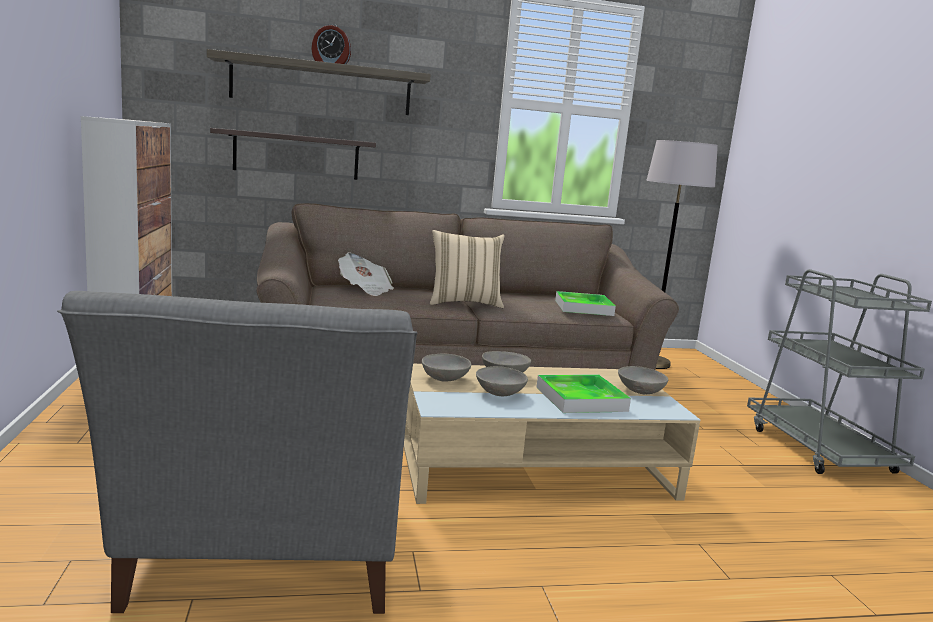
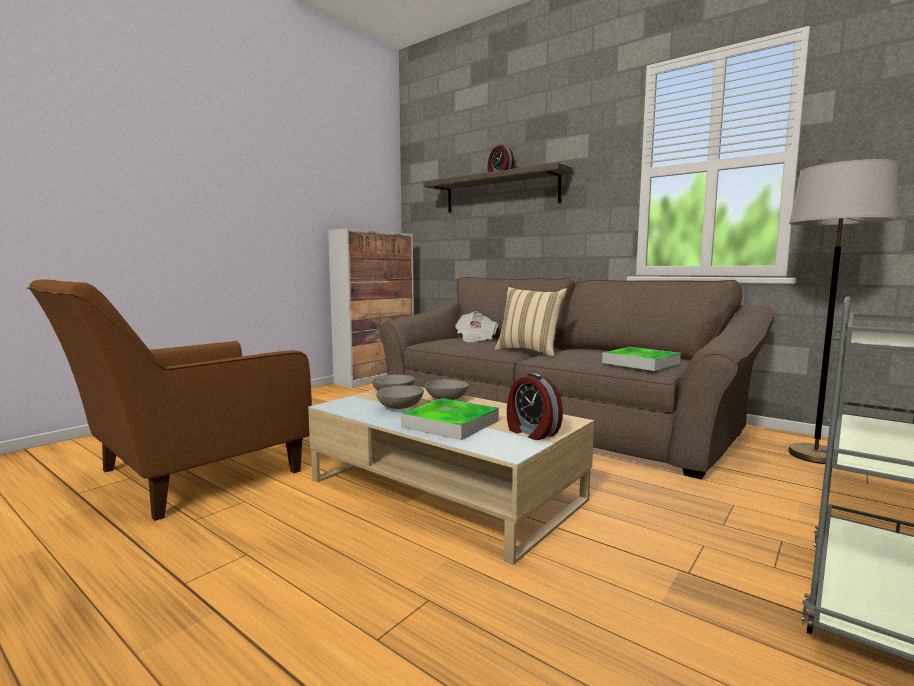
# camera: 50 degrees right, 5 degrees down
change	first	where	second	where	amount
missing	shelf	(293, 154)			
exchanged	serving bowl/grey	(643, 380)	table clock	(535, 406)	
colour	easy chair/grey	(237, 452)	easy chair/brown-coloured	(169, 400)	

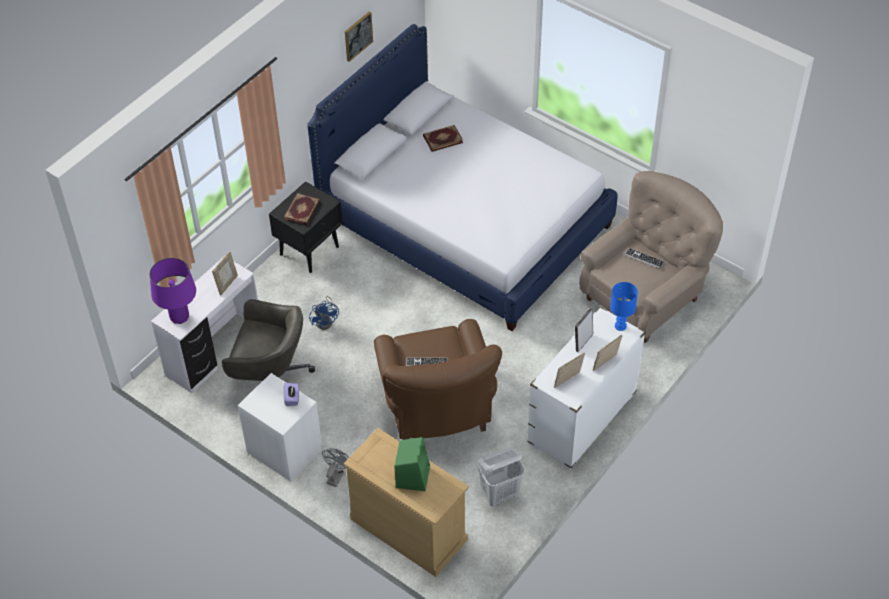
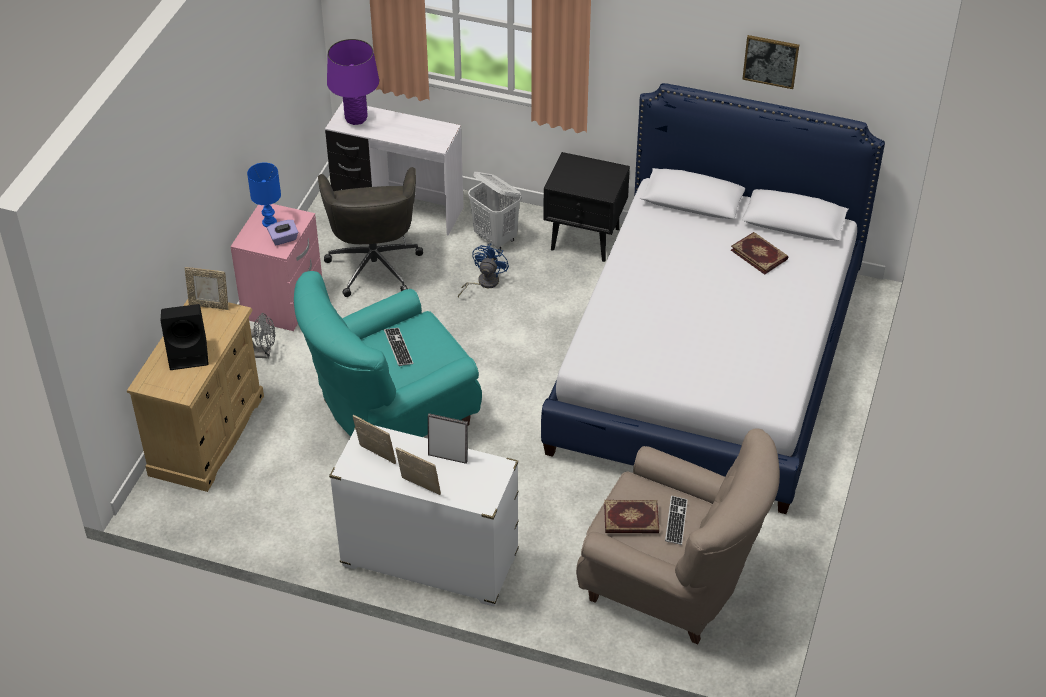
# camera: 70 degrees right, 5 degrees down
change	first	where	second	where	amount
relocated	picture frame	(225, 273)		(207, 288)	
relocated	volume	(302, 209)		(631, 516)	
relocated	washing basket/white	(501, 477)		(494, 210)	
relocated	lamp for a table/blue	(624, 306)		(264, 195)	
colour	bedside table/white	(280, 427)	bedside table/pinkish	(276, 267)	
colour	easy chair/brown-coloured	(438, 379)	easy chair/blue-green	(388, 354)	
colour	speaker/green-coloured	(412, 464)	speaker/blackish	(184, 337)	
spun	cooling fan/blue	(324, 313)		(483, 270)	150 degrees clockwise

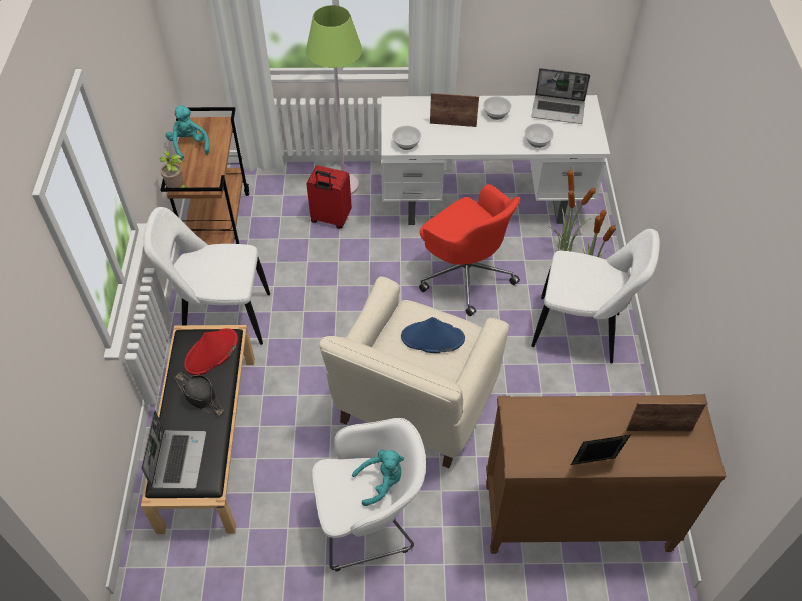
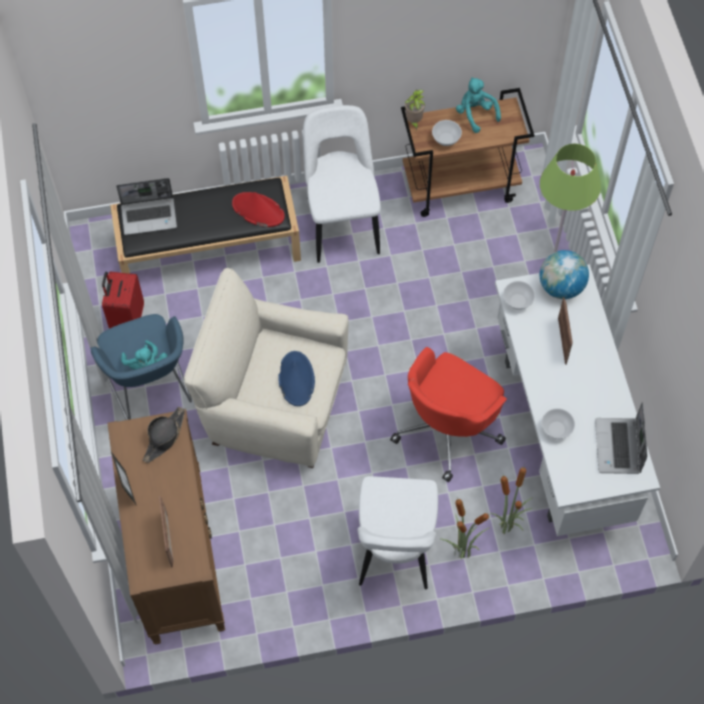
# camera: 80 degrees right, 10 degrees up
change	first	where	second	where	amount
appeared			world globe	(564, 274)	
relocated	hat/blackish	(199, 394)		(163, 435)	
relocated	piece of luggage/reddish	(329, 197)		(123, 300)	
relocated	serving bowl	(497, 108)		(447, 133)	
colour	easy chair/white	(369, 494)	easy chair/blue	(141, 367)	
spun	soft toy/blue-green	(187, 132)		(478, 105)	90 degrees counterclockwise

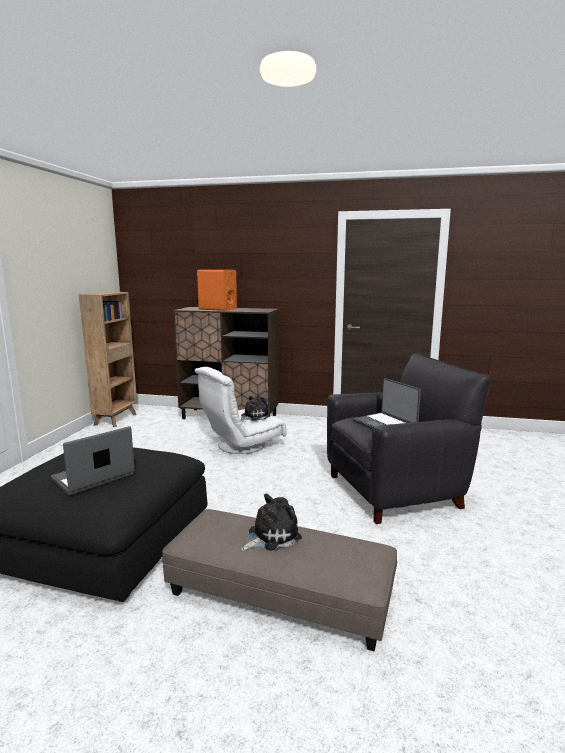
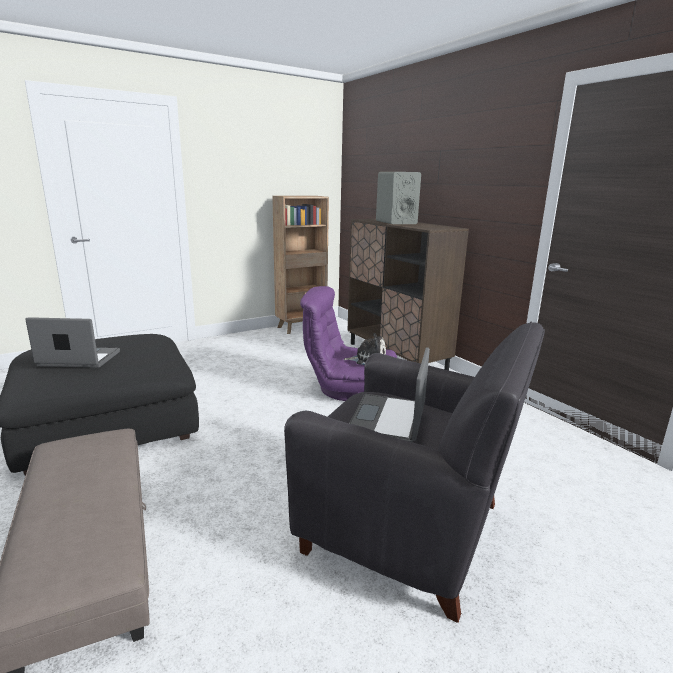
# camera: 45 degrees right, 5 degrees up
change	first	where	second	where	amount
missing	soft toy	(271, 522)			
colour	easy chair/white	(241, 410)	easy chair/purple-coloured	(348, 343)	
colour	speaker/orangey	(217, 290)	speaker/grey	(398, 198)	

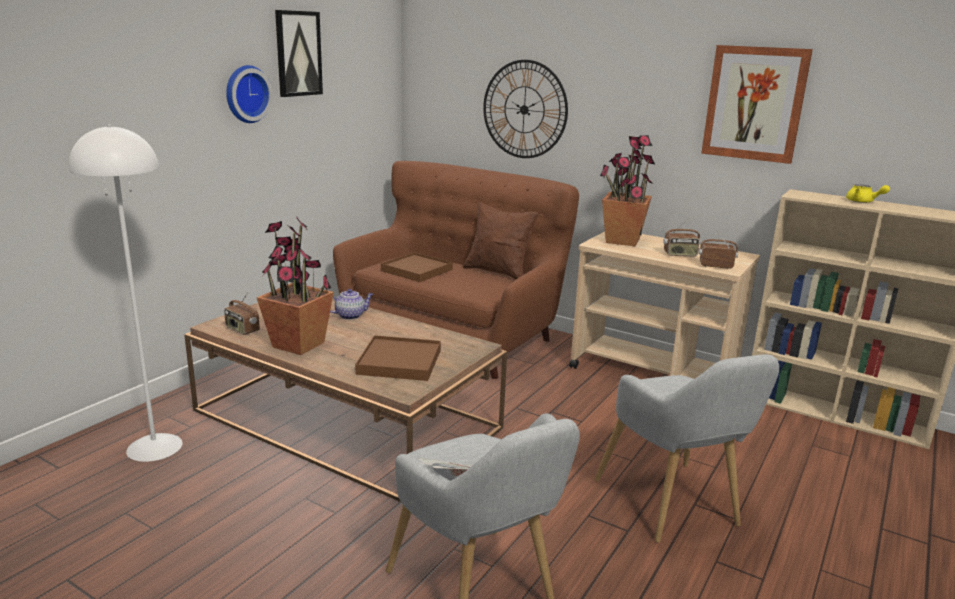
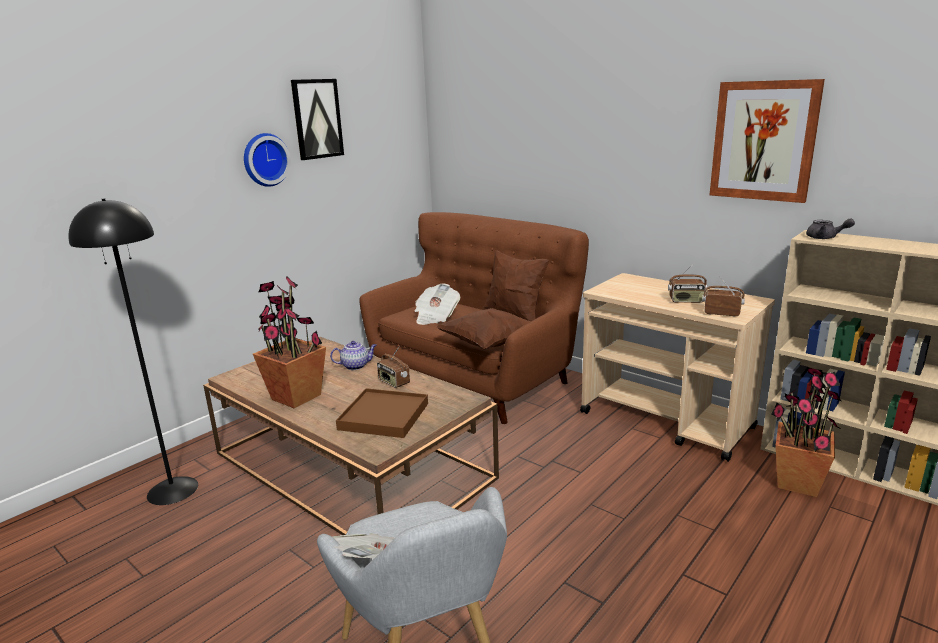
# camera: 10 degrees right, 0 degrees up
change	first	where	second	where	amount
missing	clock on the wall	(525, 109)			
missing	easy chair/grey	(687, 448)			
missing	tea pot/yellowish	(868, 193)			
appeared			cushion/brown-coloured	(483, 329)	
appeared			tea pot/grey	(830, 228)	
relocated	radio	(242, 313)		(393, 367)	
relocated	potted plant	(627, 191)		(806, 432)	
exchanged	carrying tray/brown-coloured	(417, 267)	daily paper	(437, 304)	
colour	floor lamp/white	(126, 293)	floor lamp/blackish	(133, 351)	

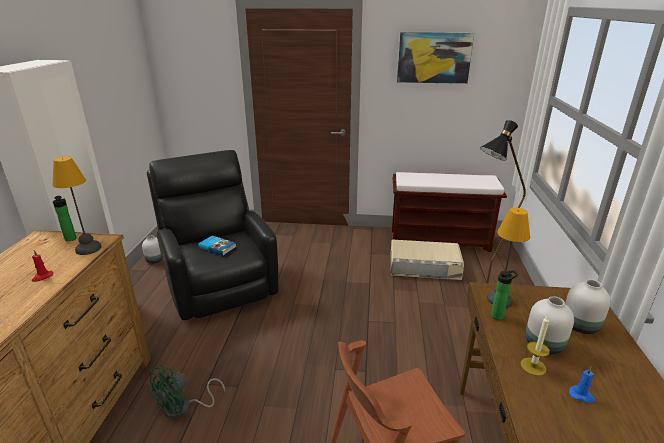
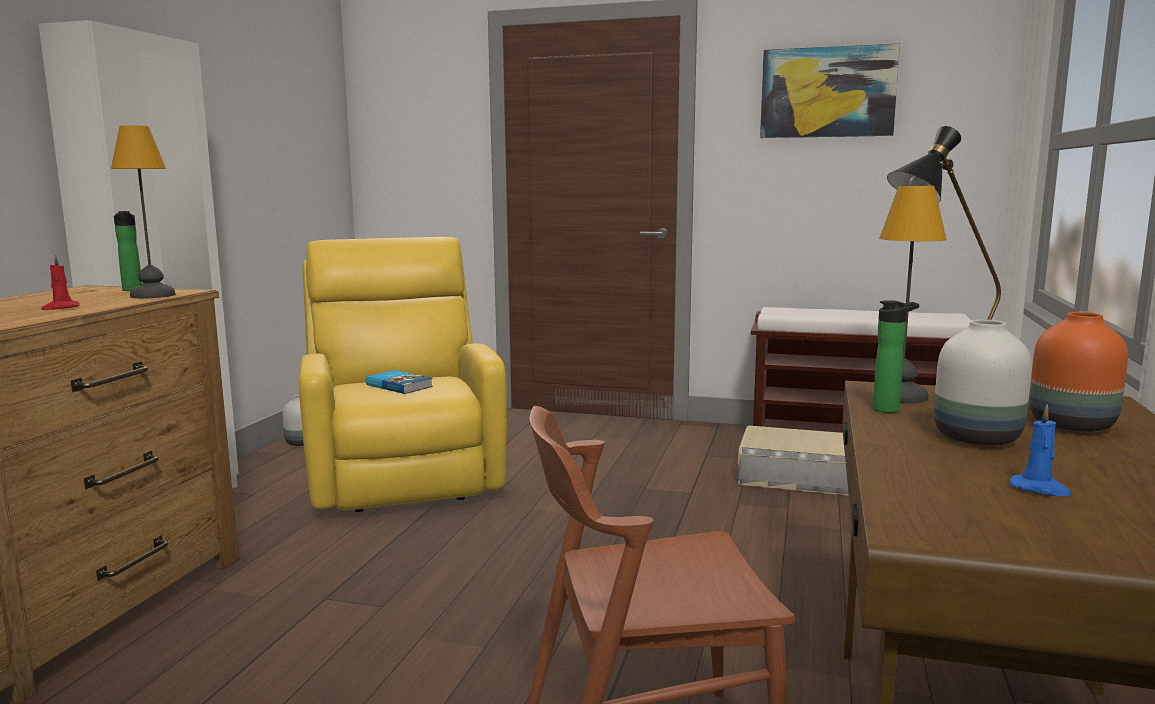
# camera: 10 degrees right, 15 degrees down
change	first	where	second	where	amount
missing	cooling fan/green-coloured	(186, 392)			
missing	wax candle	(535, 345)			
colour	easy chair/blackish	(212, 235)	easy chair/yellowish	(403, 374)	
colour	decorative vase/white	(588, 306)	decorative vase/orangey	(1078, 372)	

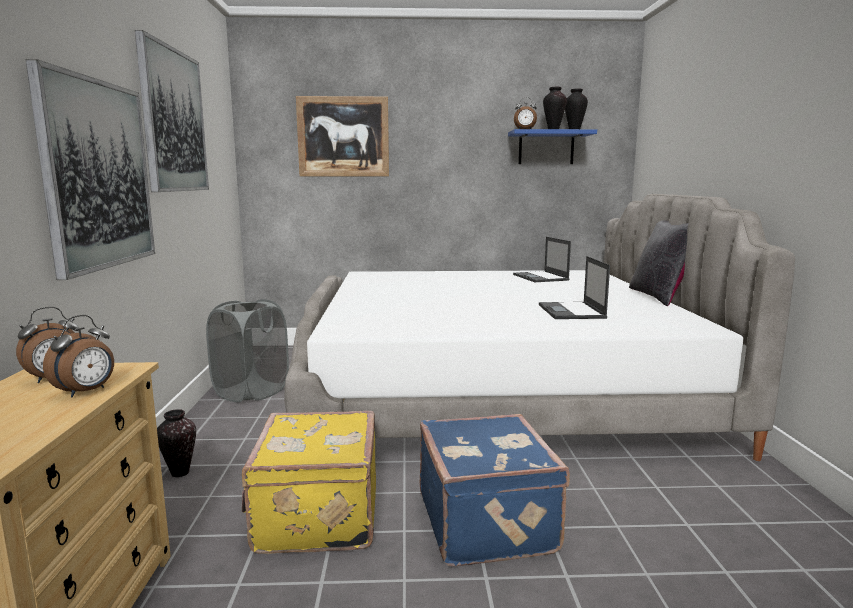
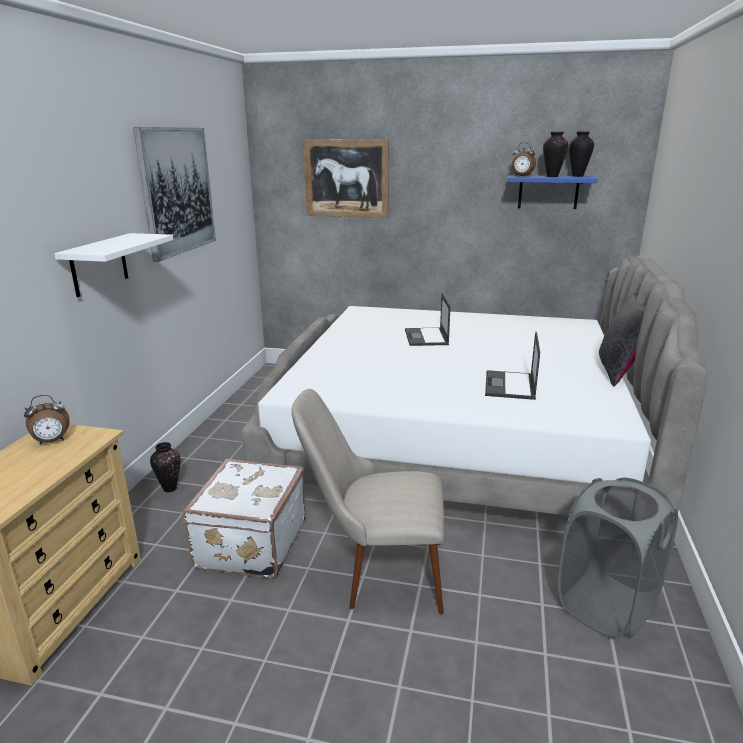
# camera: 15 degrees right, 10 degrees up
change	first	where	second	where	amount
missing	table clock	(78, 356)			
relocated	washing basket/grey	(247, 351)		(617, 558)	
relocated	laptop	(542, 259)		(428, 319)	
exchanged	wall art	(90, 169)	shelf/white	(114, 265)	
exchanged	piece of luggage/blue	(495, 490)	upright chair/sand-coloured	(368, 502)	
colour	piece of luggage/yellowish	(309, 482)	piece of luggage/white	(244, 519)	

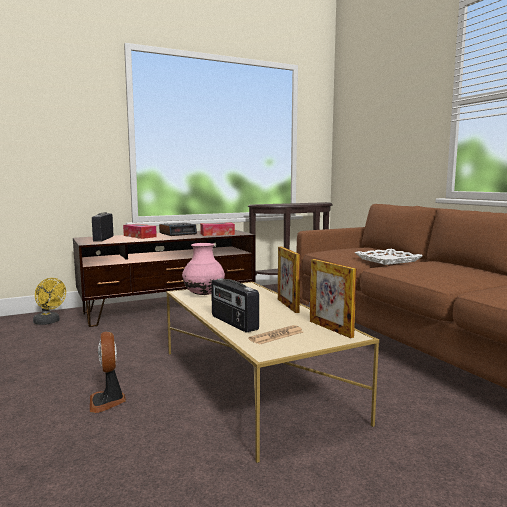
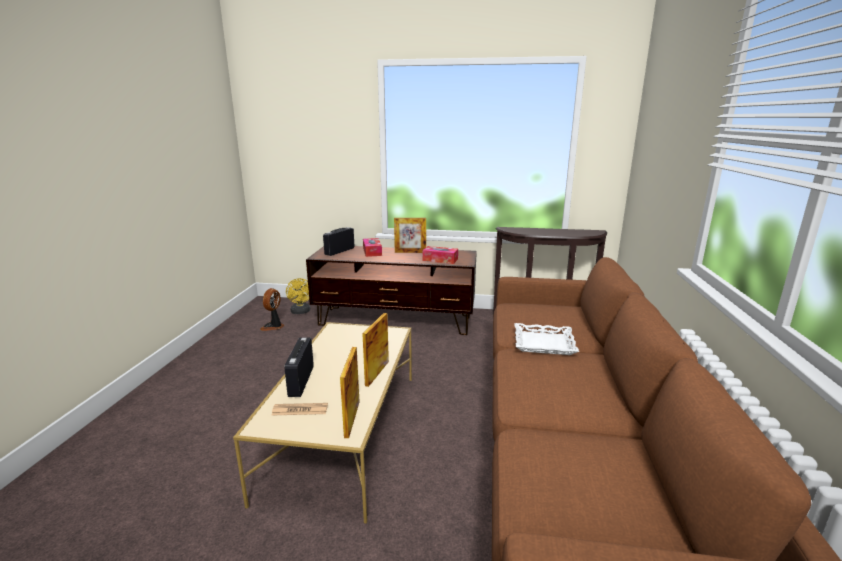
# camera: 35 degrees right, 10 degrees up
change	first	where	second	where	amount
missing	decorative vase/pinkish	(203, 269)			
relocated	cooling fan	(108, 372)		(272, 309)	
exchanged	table clock	(178, 229)	picture frame	(410, 235)	

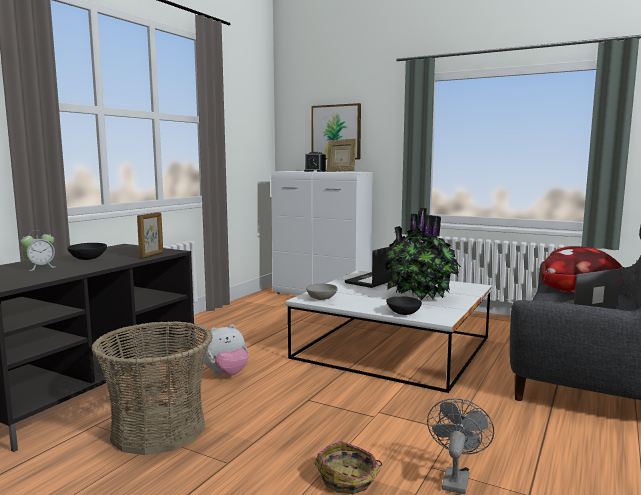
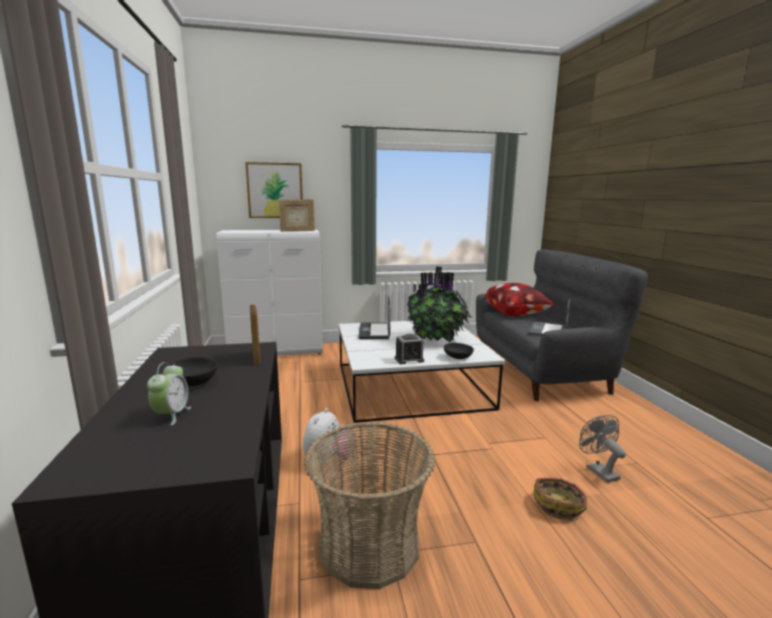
# camera: 40 degrees left, 5 degrees up
change	first	where	second	where	amount
missing	serving bowl/grey	(322, 292)			
relocated	table clock	(315, 162)		(409, 349)	

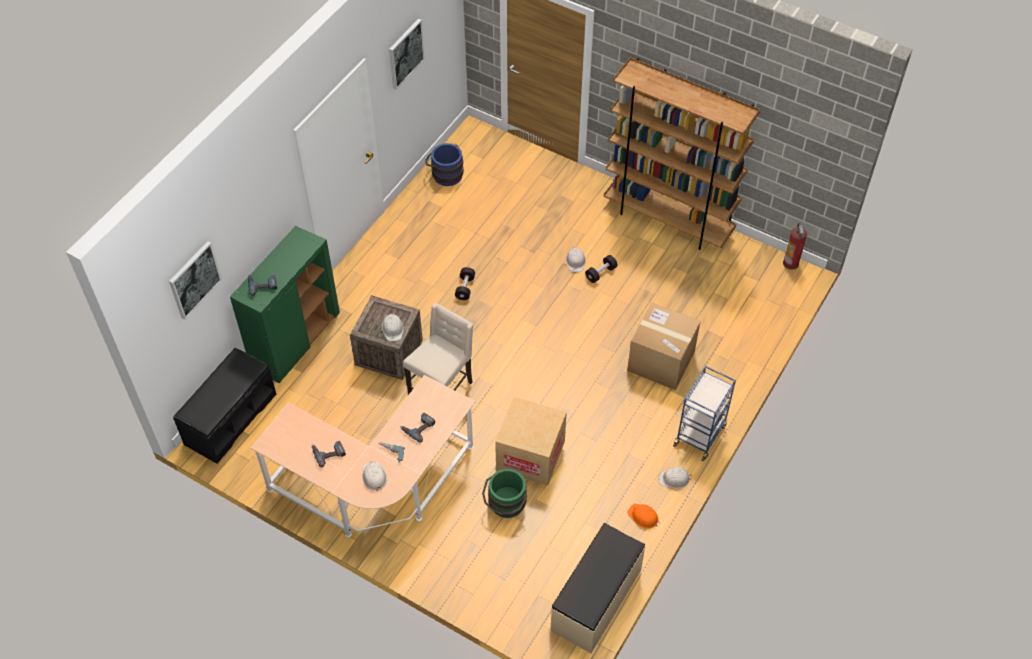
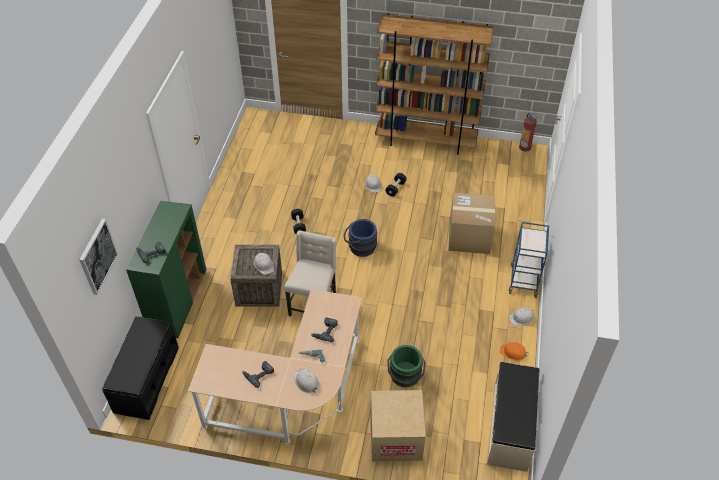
# camera: 20 degrees left, 5 degrees down
change	first	where	second	where	amount
missing	wall art	(407, 54)			
relocated	pail/blue	(444, 164)		(360, 238)	
relocated	cardboard box	(531, 441)		(398, 425)	

